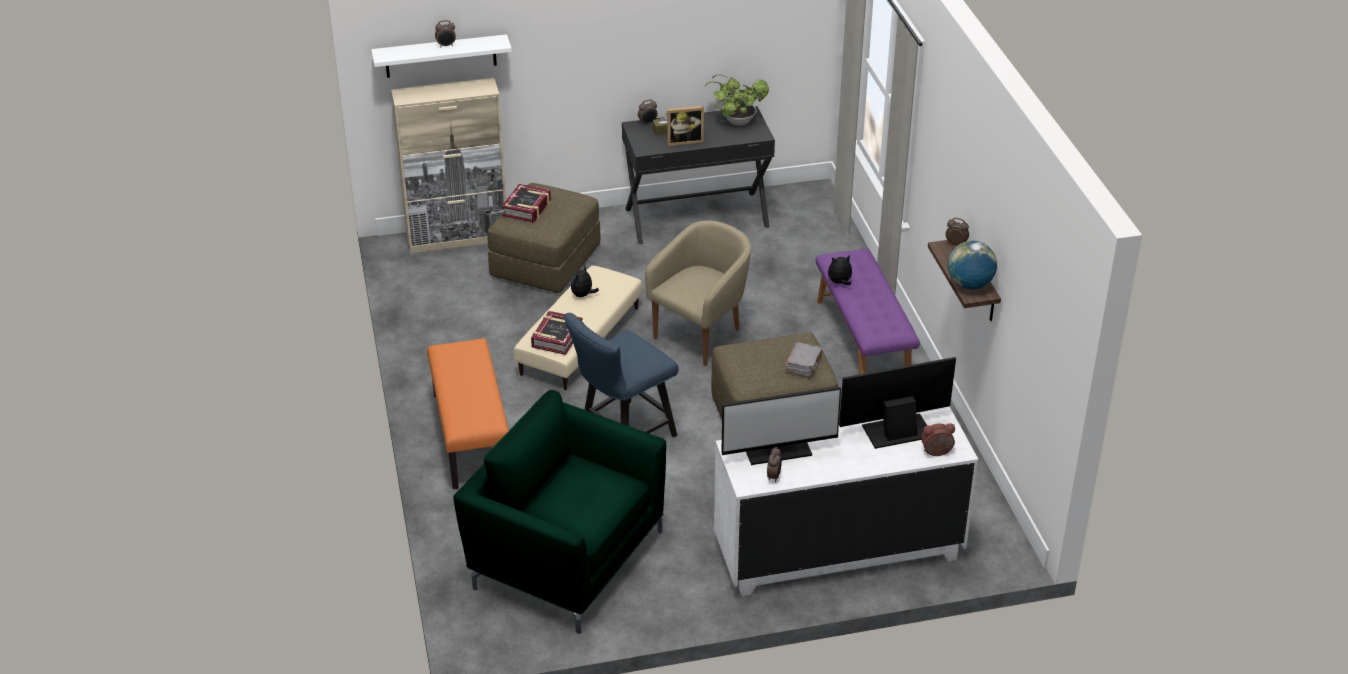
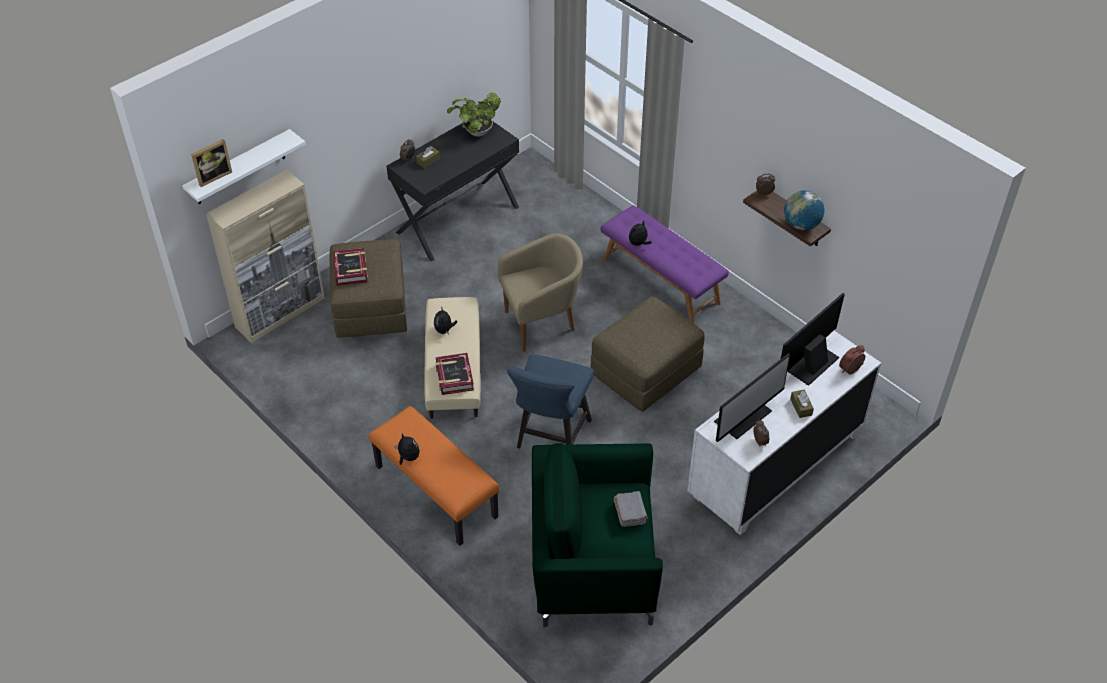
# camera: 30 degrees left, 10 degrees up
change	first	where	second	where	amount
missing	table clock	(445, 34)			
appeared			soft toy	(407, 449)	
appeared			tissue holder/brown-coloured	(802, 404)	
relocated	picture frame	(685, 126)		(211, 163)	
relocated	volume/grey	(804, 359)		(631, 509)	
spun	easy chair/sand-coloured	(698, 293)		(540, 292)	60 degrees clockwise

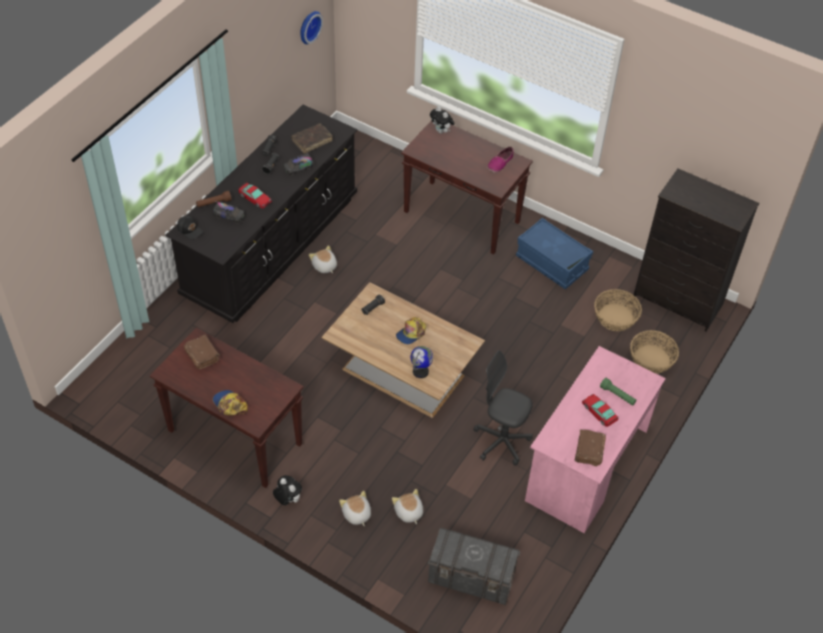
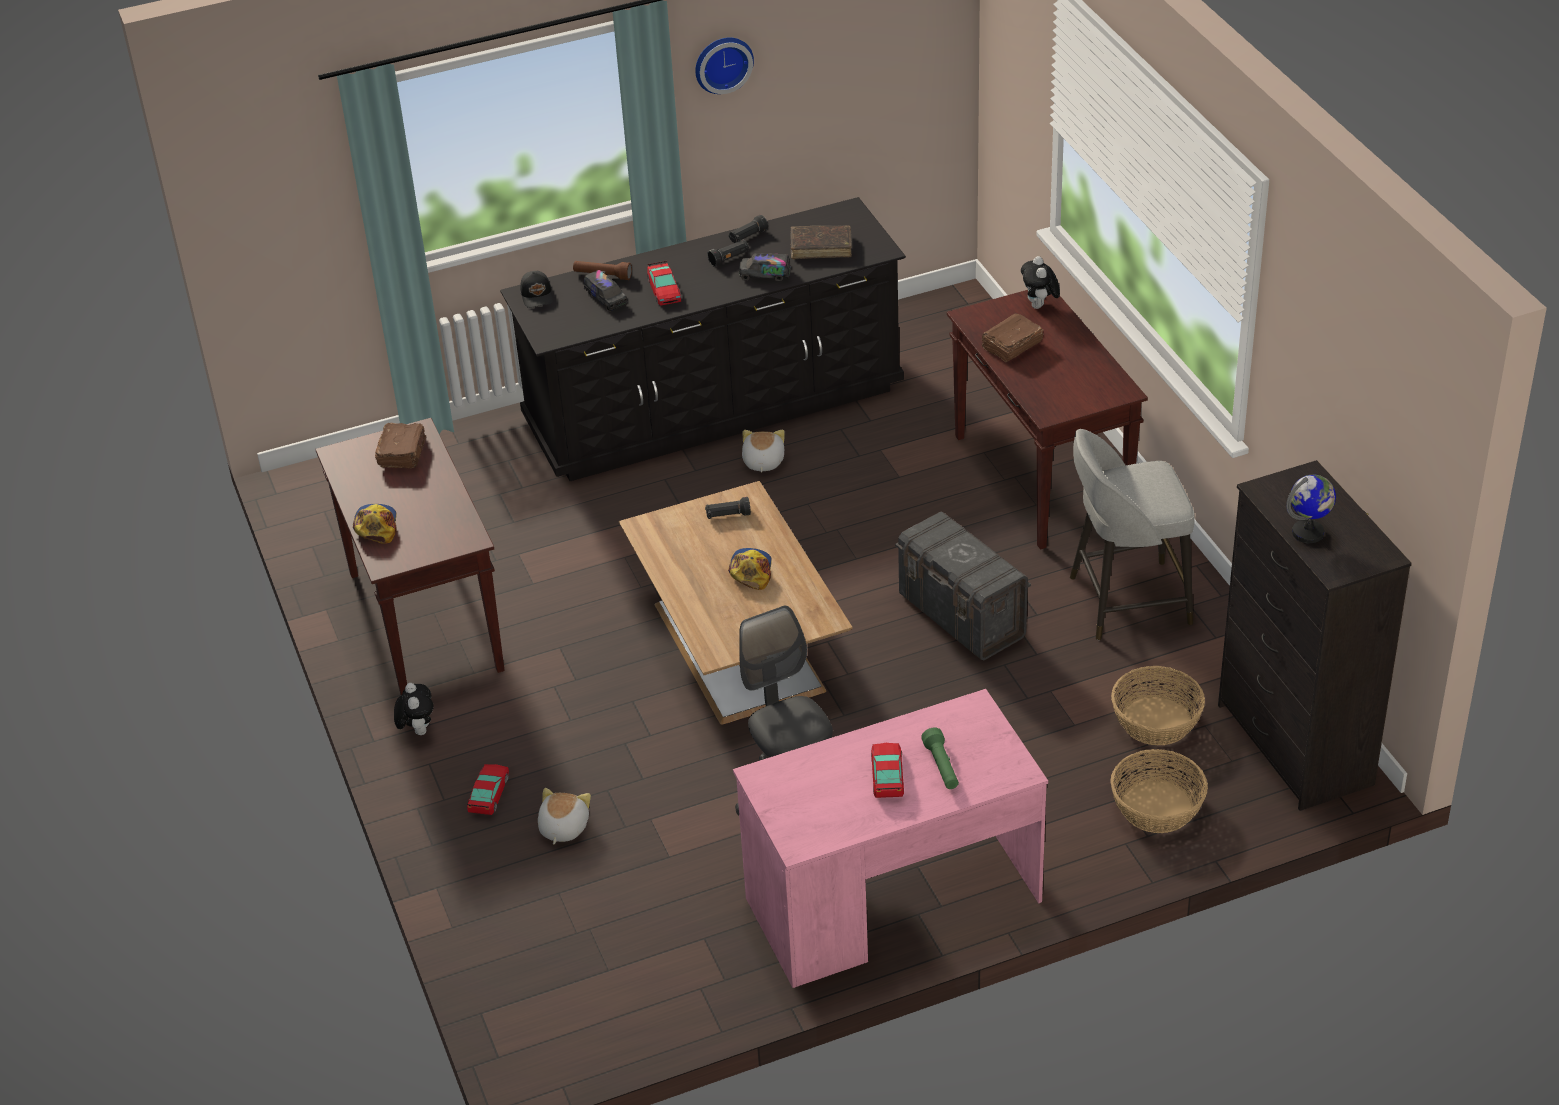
# camera: 40 degrees right, 10 degrees down
change	first	where	second	where	amount
missing	low shoe	(500, 159)			
relocated	clock on the wall	(311, 27)		(724, 65)	
relocated	world globe	(421, 362)		(1311, 509)	
relocated	storage bin/grey	(474, 566)		(963, 586)	
relocated	volume/brown-coloured	(590, 448)		(1013, 337)	
exchanged	soft toy	(355, 508)	toy car	(488, 789)	
exchanged	storage bin/blue	(554, 253)	sitting stool/grey	(1132, 534)	
spun	peaked cap	(411, 330)		(750, 569)	105 degrees clockwise

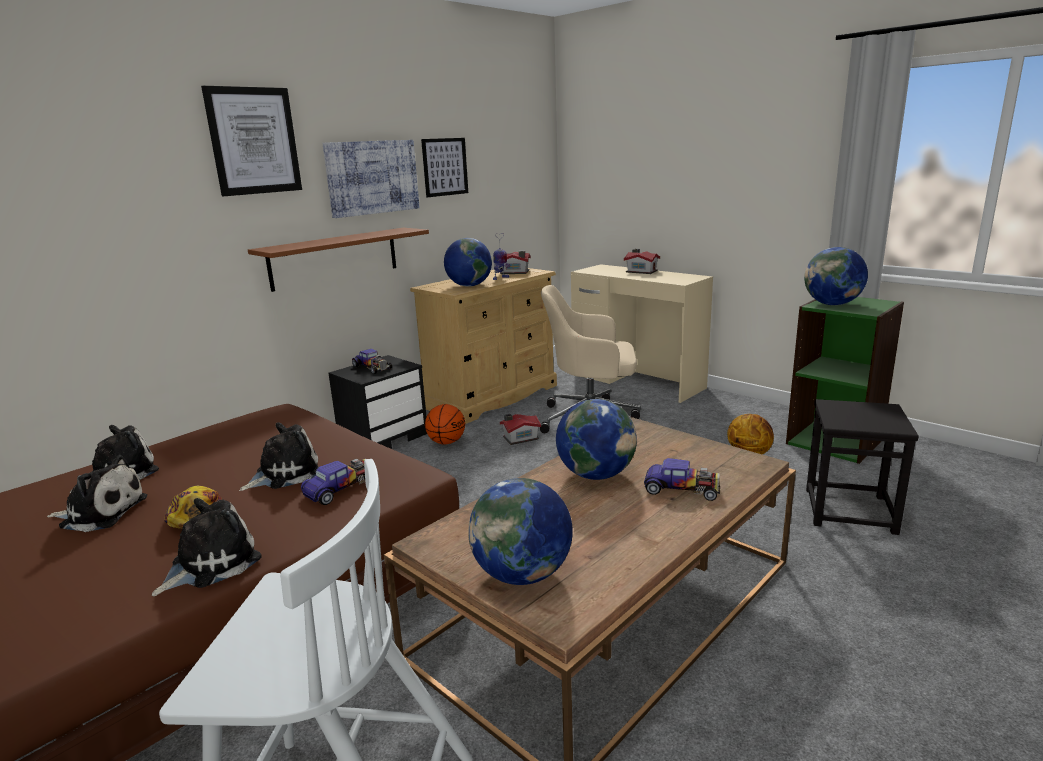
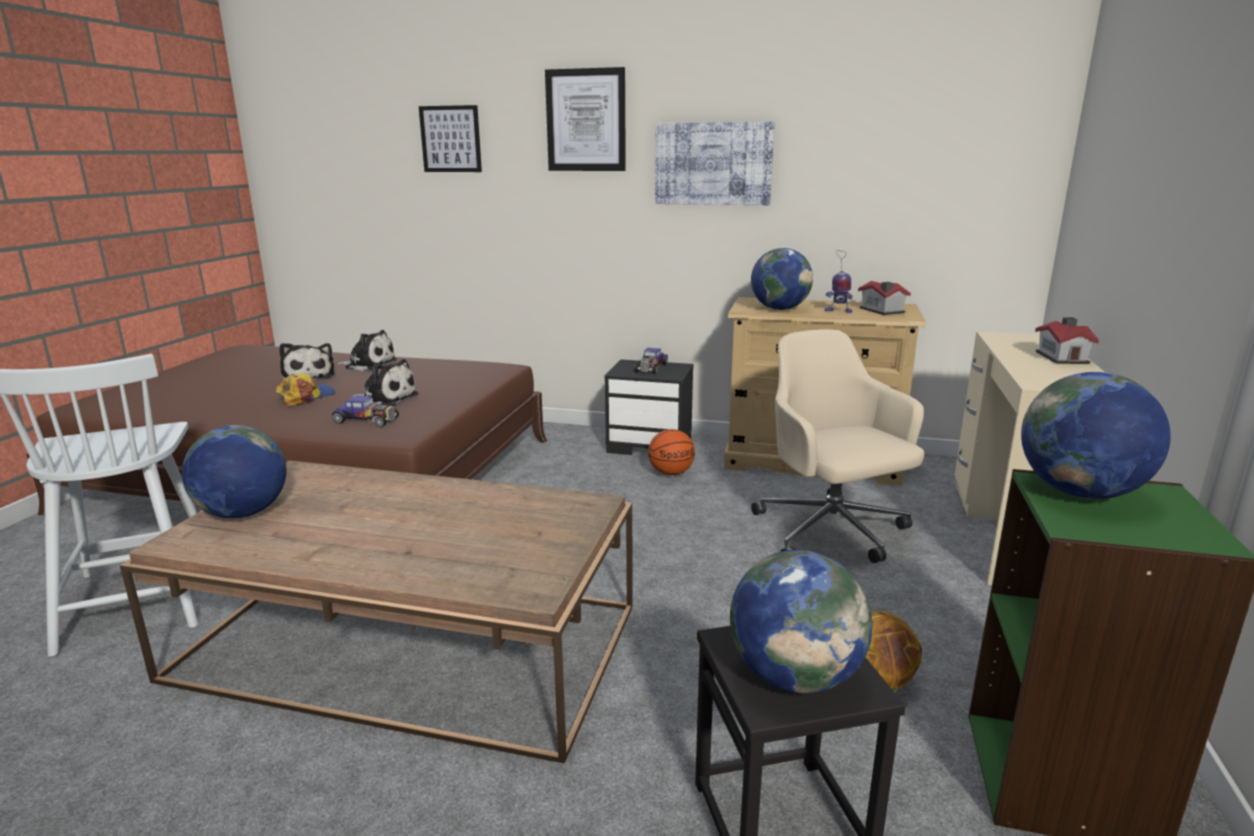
# camera: 60 degrees right, 0 degrees up
change	first	where	second	where	amount
missing	soft toy	(207, 547)			
missing	shelf/brown-coloured	(338, 260)			
missing	model house	(520, 429)			
missing	toy car	(682, 479)			
relocated	wall art	(444, 167)		(450, 138)	
relocated	world globe	(596, 439)		(801, 622)	

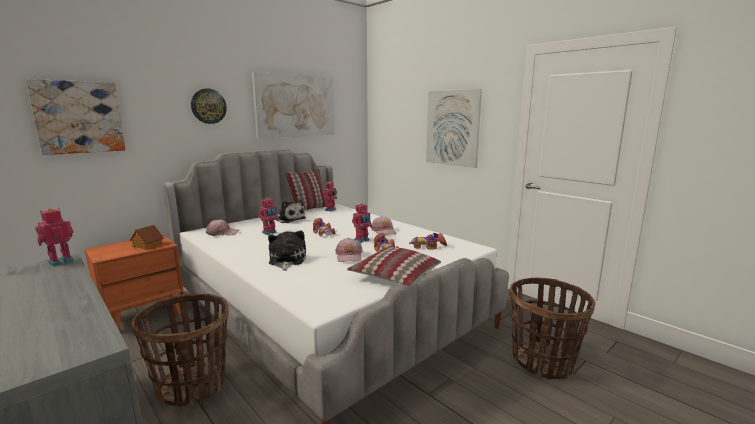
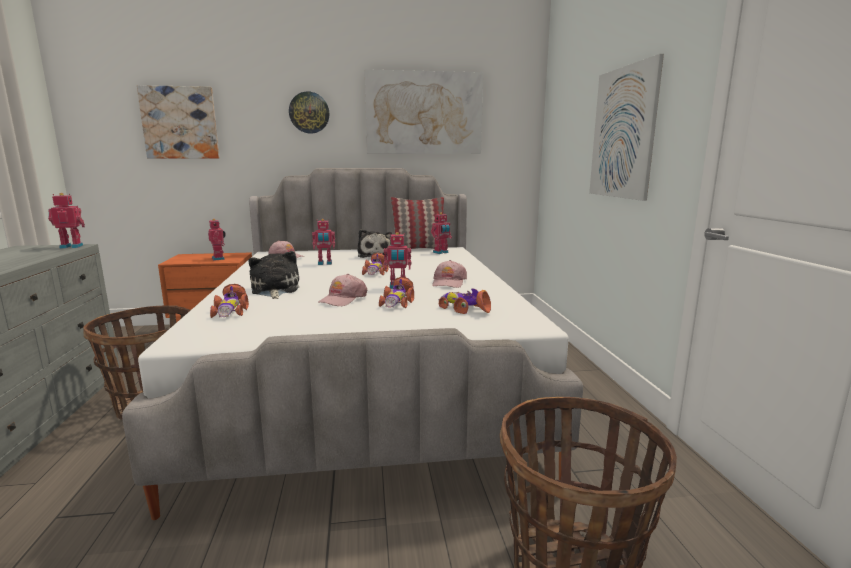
# camera: 35 degrees right, 0 degrees up
change	first	where	second	where	amount
missing	cushion	(394, 267)			
appeared			toy car	(229, 301)	
exchanged	model house	(147, 237)	robot figure	(217, 240)	
spun	soft toy	(287, 251)		(274, 275)	45 degrees counterclockwise

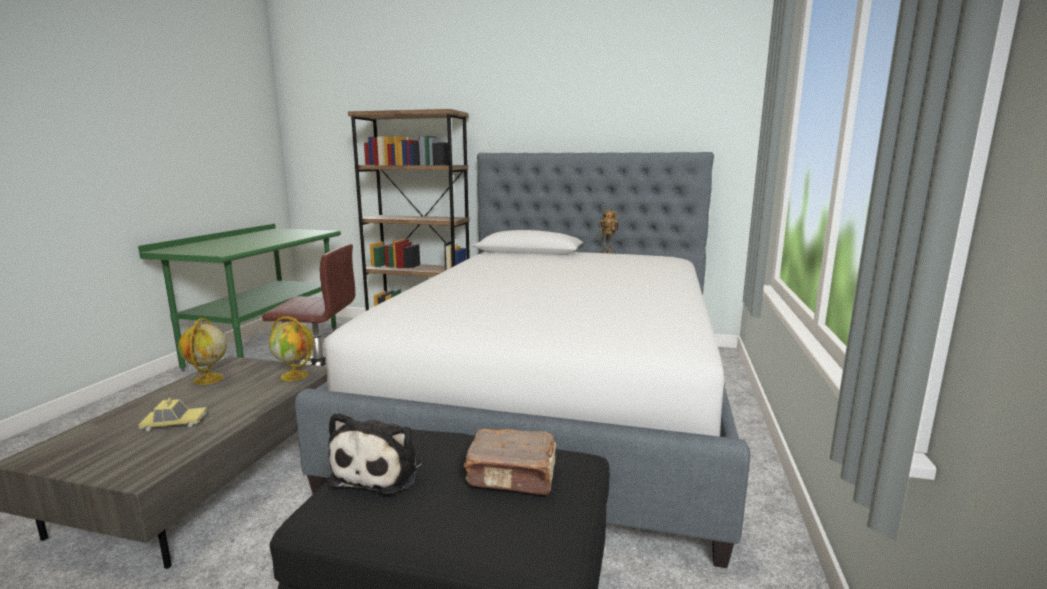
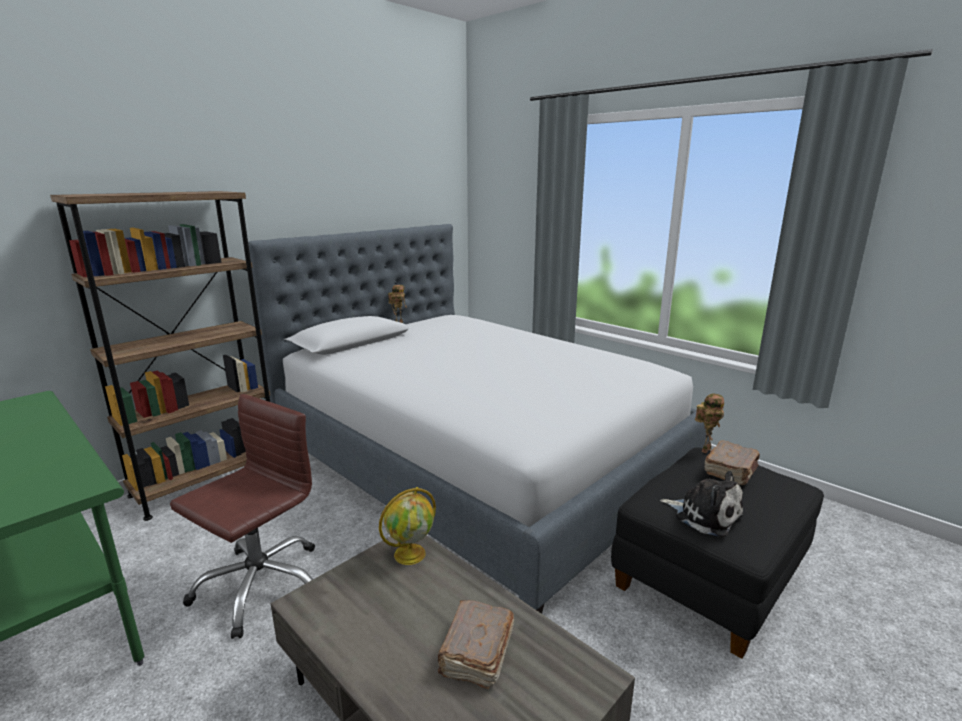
# camera: 60 degrees left, 5 degrees up
change	first	where	second	where	amount
missing	world globe	(202, 351)			
appeared			robot figure	(709, 423)	
exchanged	toy car	(172, 414)	volume/brown-coloured	(476, 644)	

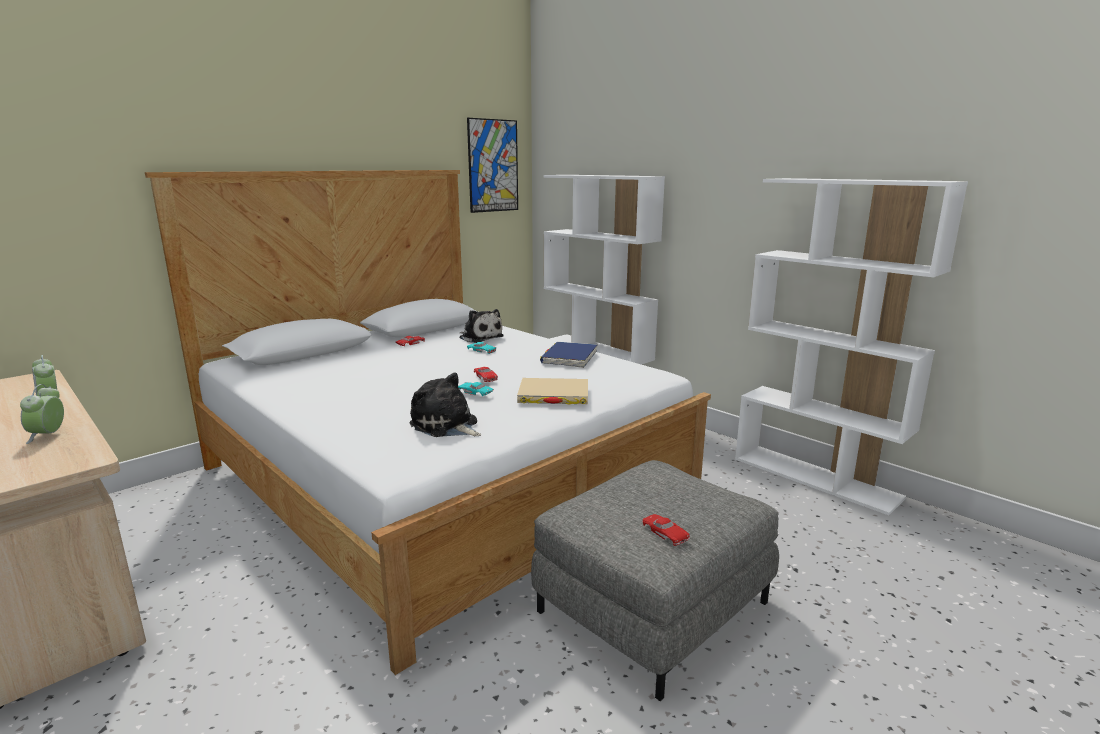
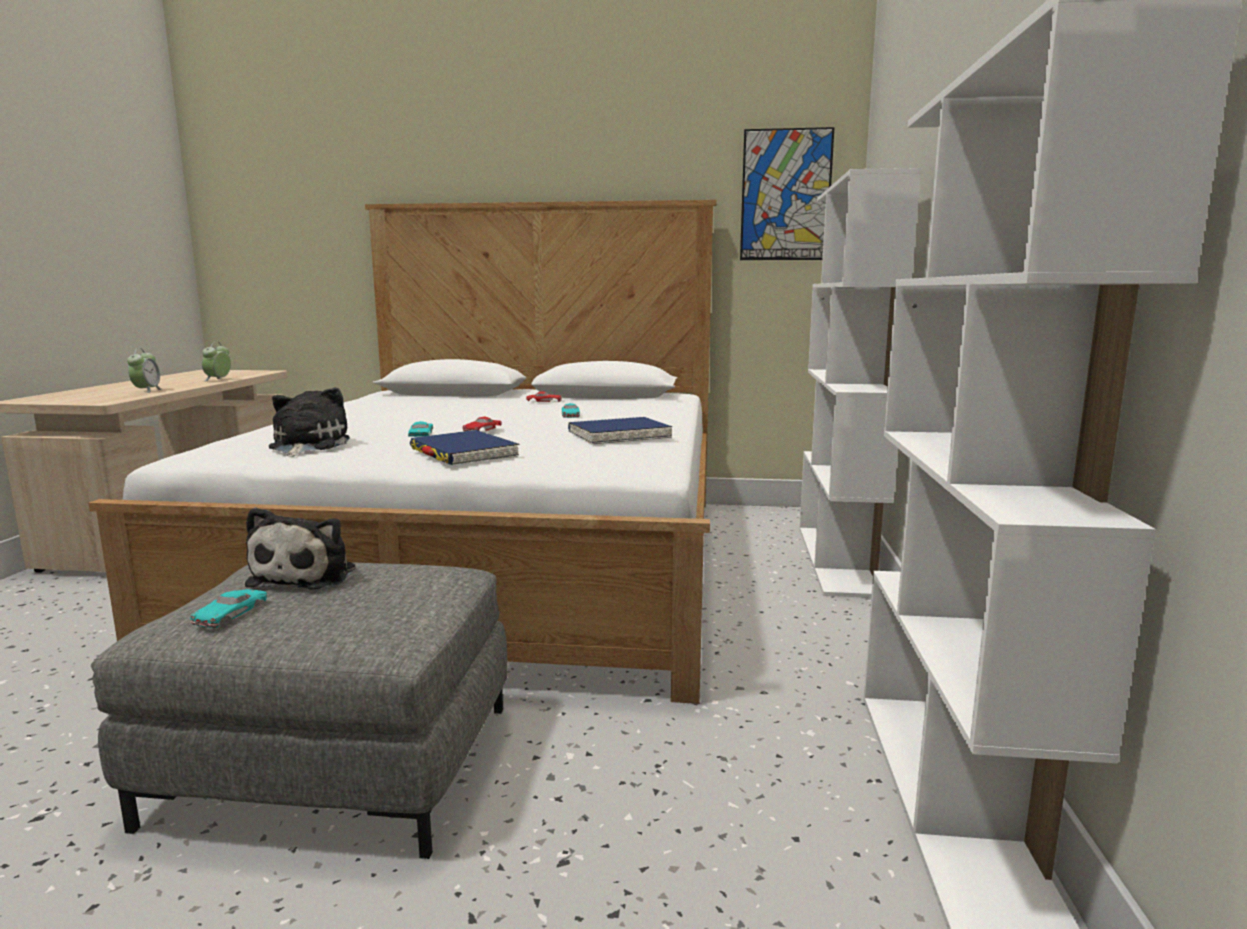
# camera: 50 degrees right, 5 degrees down
change	first	where	second	where	amount
relocated	soft toy	(481, 326)		(300, 548)	
colour	volume/sand-coloured	(552, 391)	volume/blue	(464, 447)	
colour	toy car/reddish	(666, 530)	toy car/blue-green	(228, 608)	
spun	table clock	(42, 414)		(144, 370)	135 degrees clockwise

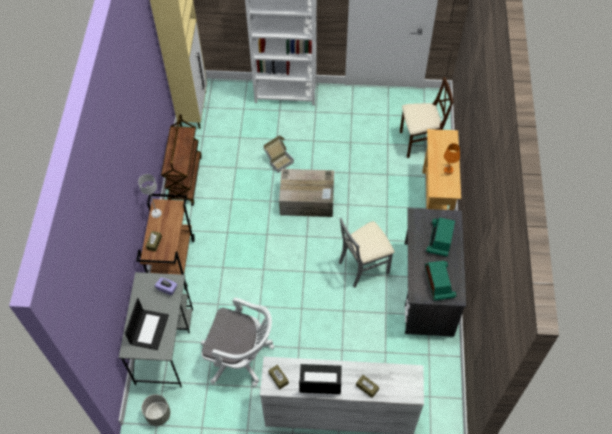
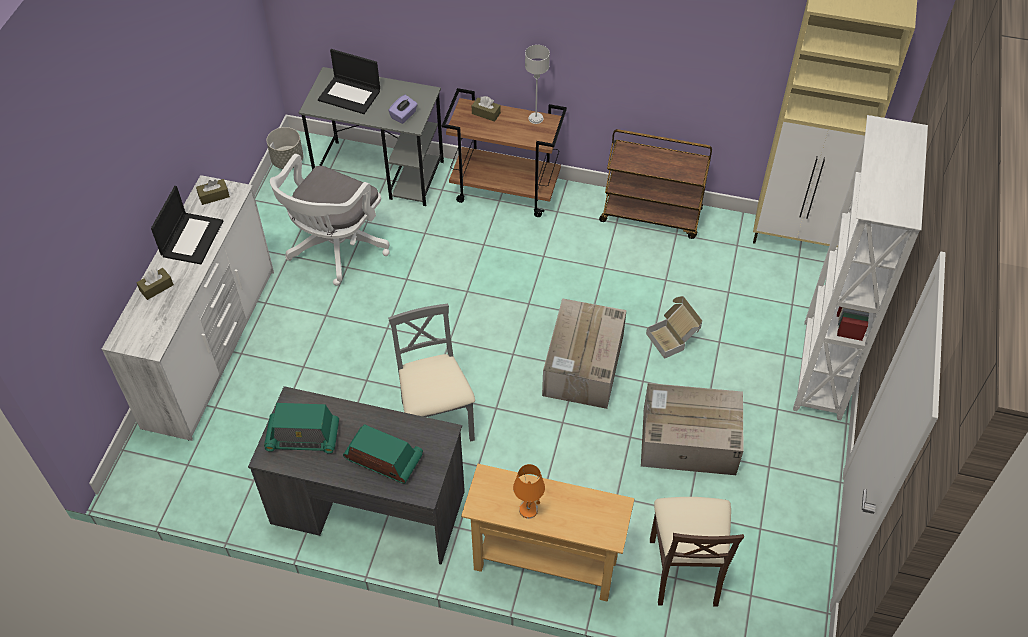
# camera: 100 degrees right, 5 degrees down
change	first	where	second	where	amount
appeared			cardboard box	(692, 429)	

